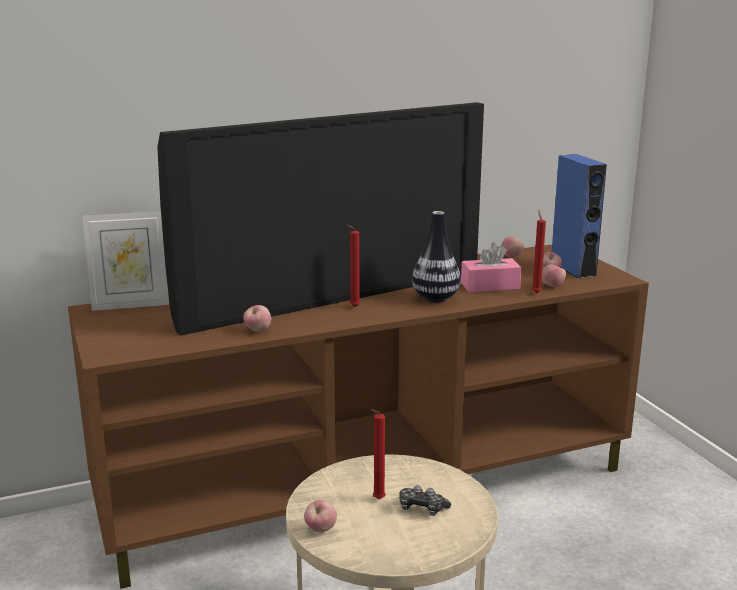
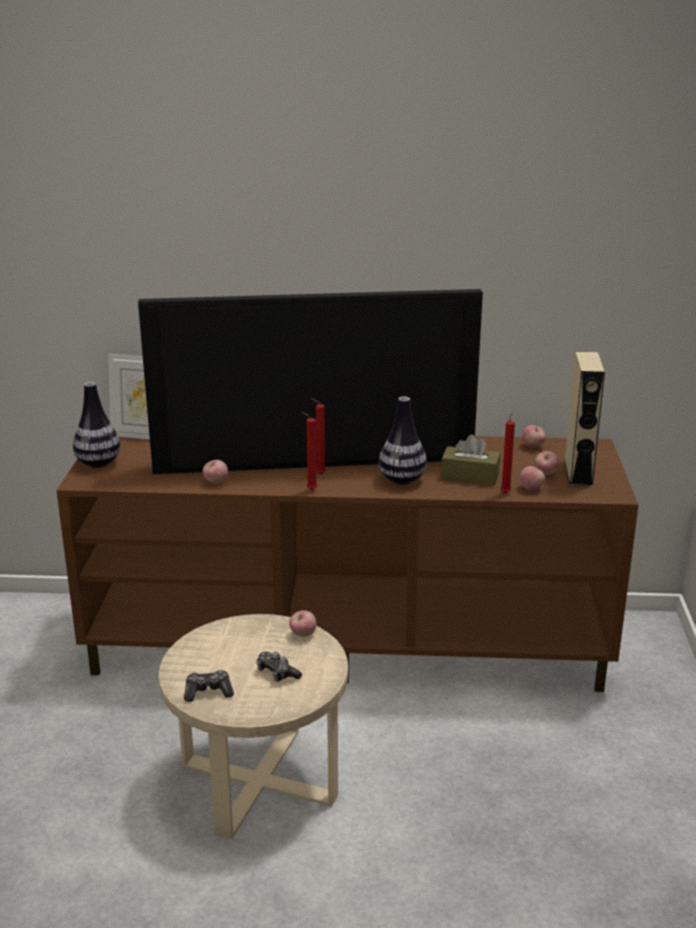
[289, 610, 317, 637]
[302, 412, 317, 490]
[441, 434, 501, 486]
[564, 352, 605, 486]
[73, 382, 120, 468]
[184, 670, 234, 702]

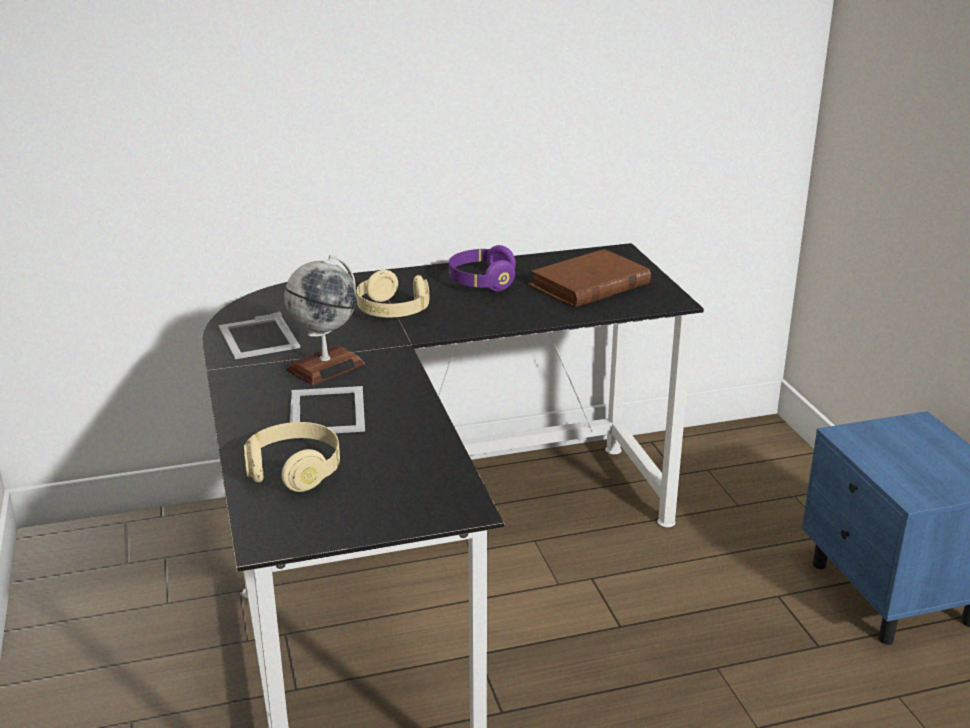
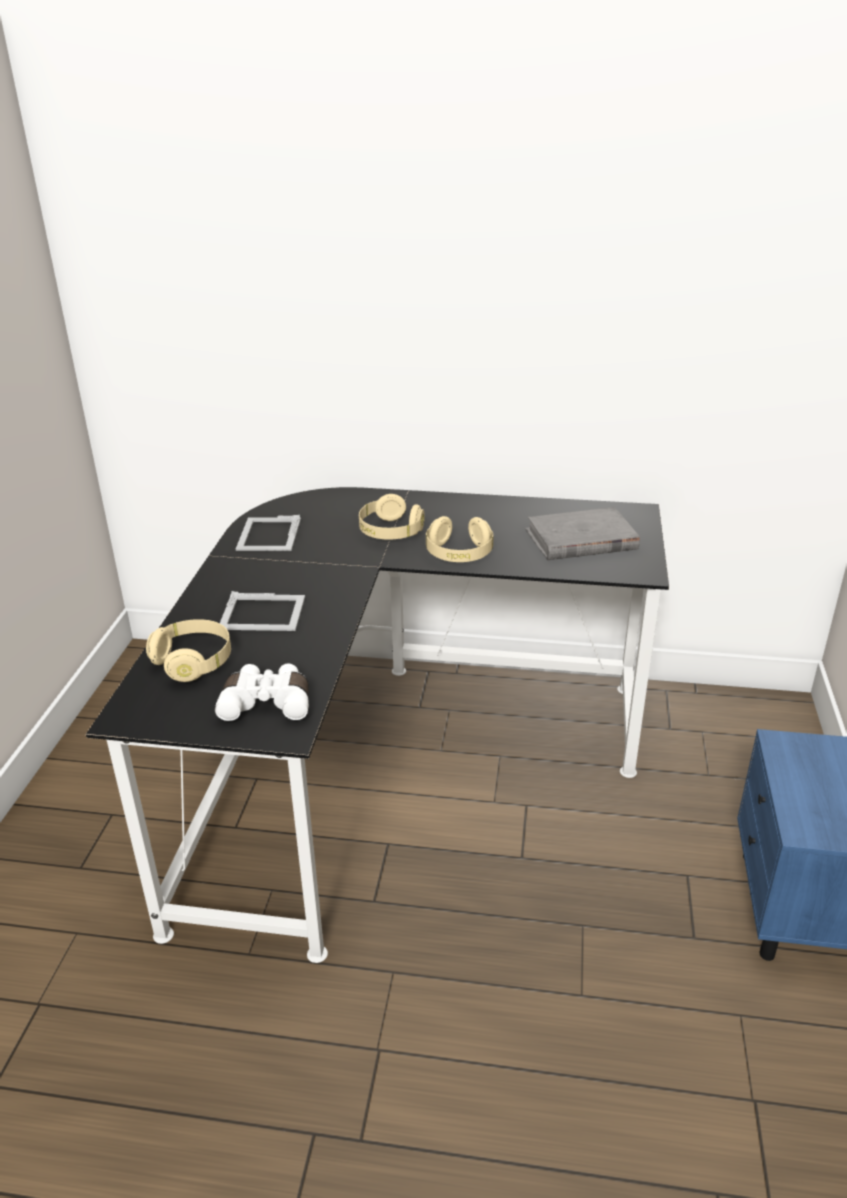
[284, 255, 365, 385] (first image)
[220, 591, 305, 631]
[449, 245, 516, 292] (first image)
[525, 507, 640, 560]
[215, 664, 309, 721]
[426, 516, 494, 562]

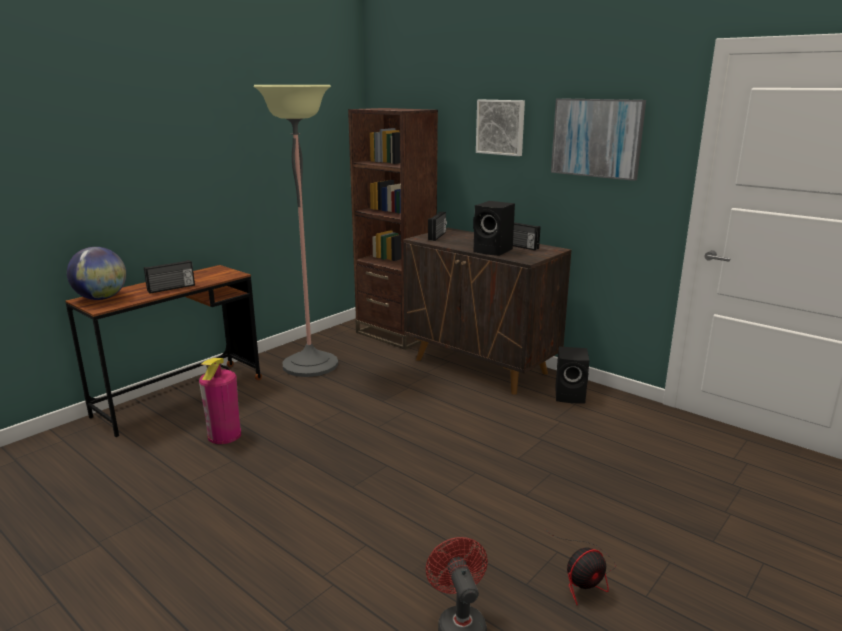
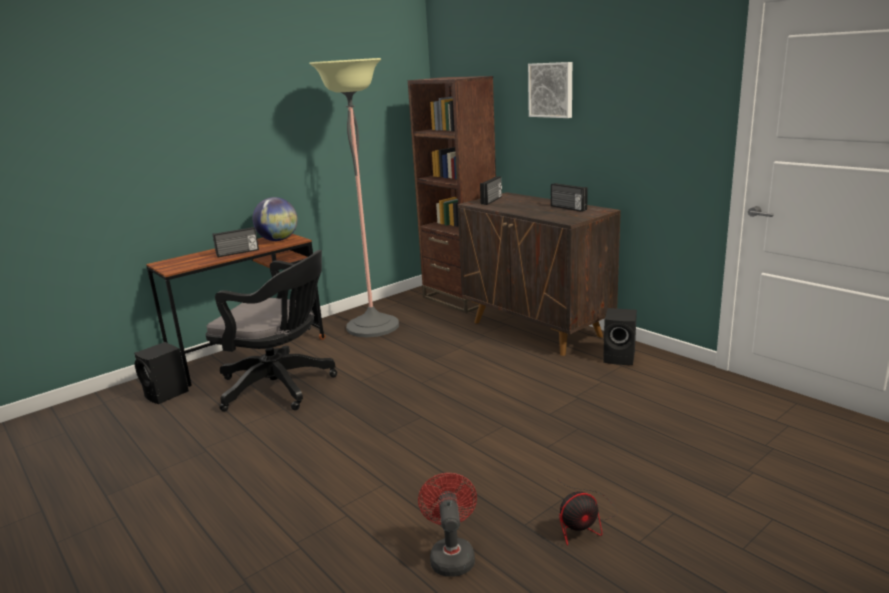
[253, 197, 298, 241]
[205, 250, 337, 412]
[134, 342, 189, 404]
[551, 98, 646, 181] (first image)

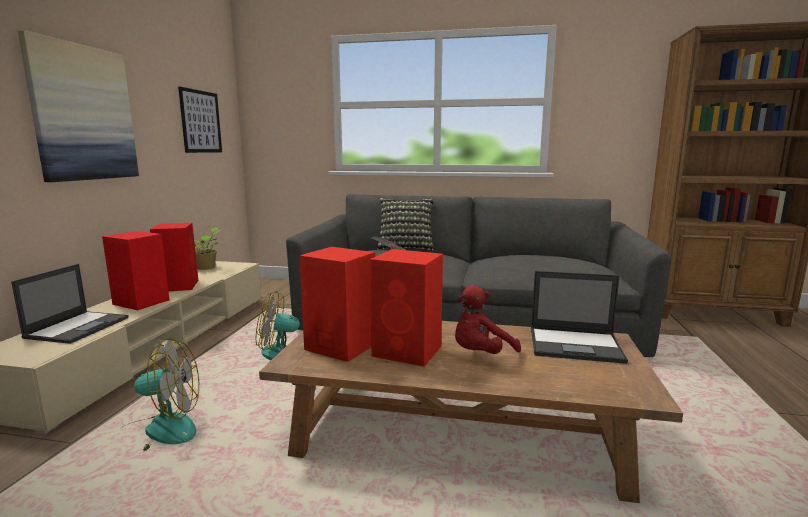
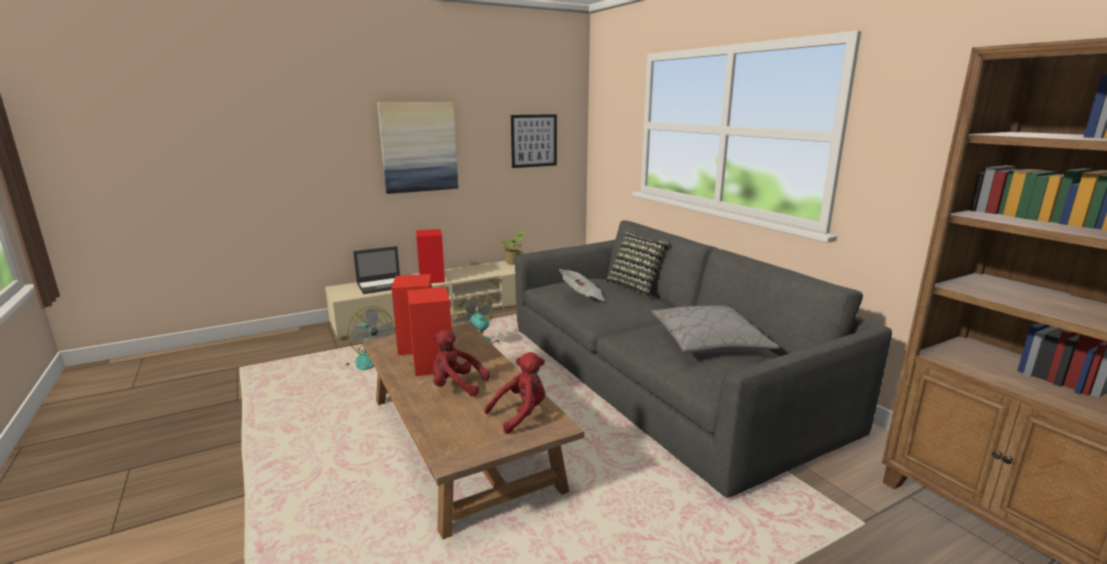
[150, 223, 198, 291] (first image)
[484, 352, 545, 434]
[651, 306, 780, 353]

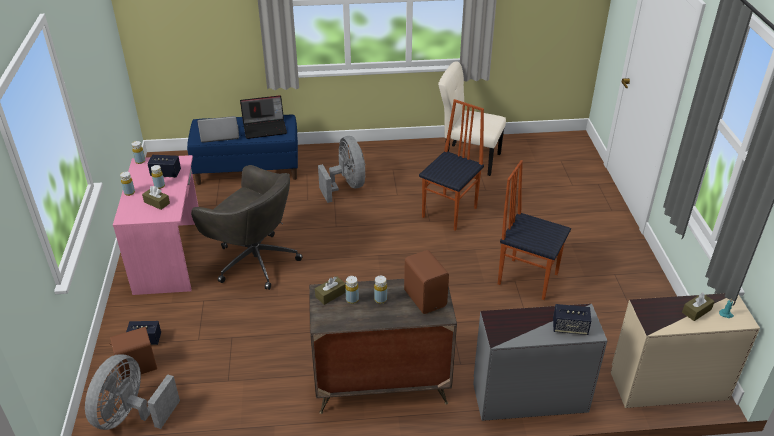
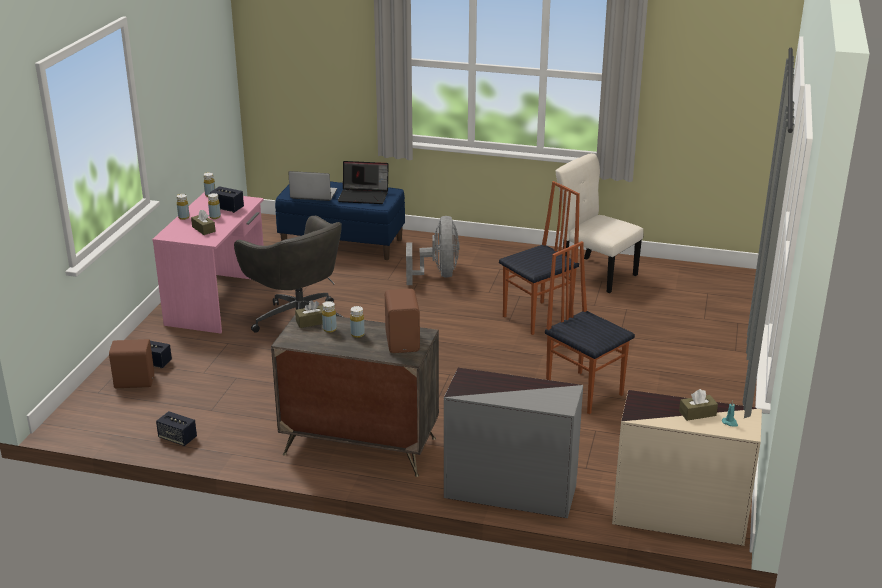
[85, 354, 180, 430] (first image)
[156, 411, 197, 446]

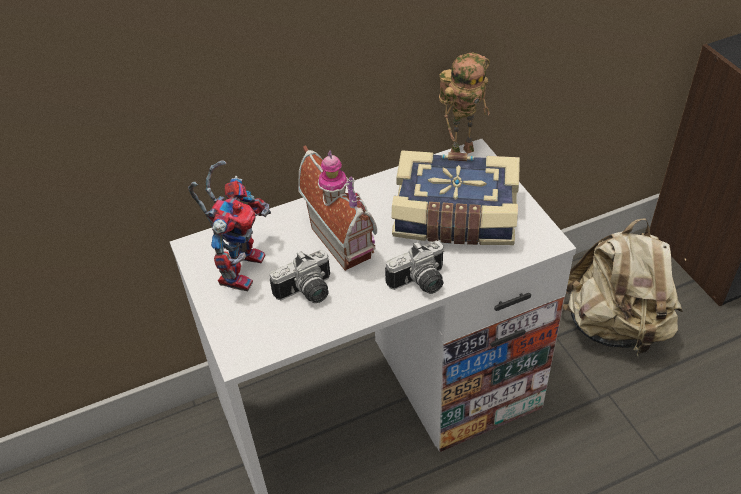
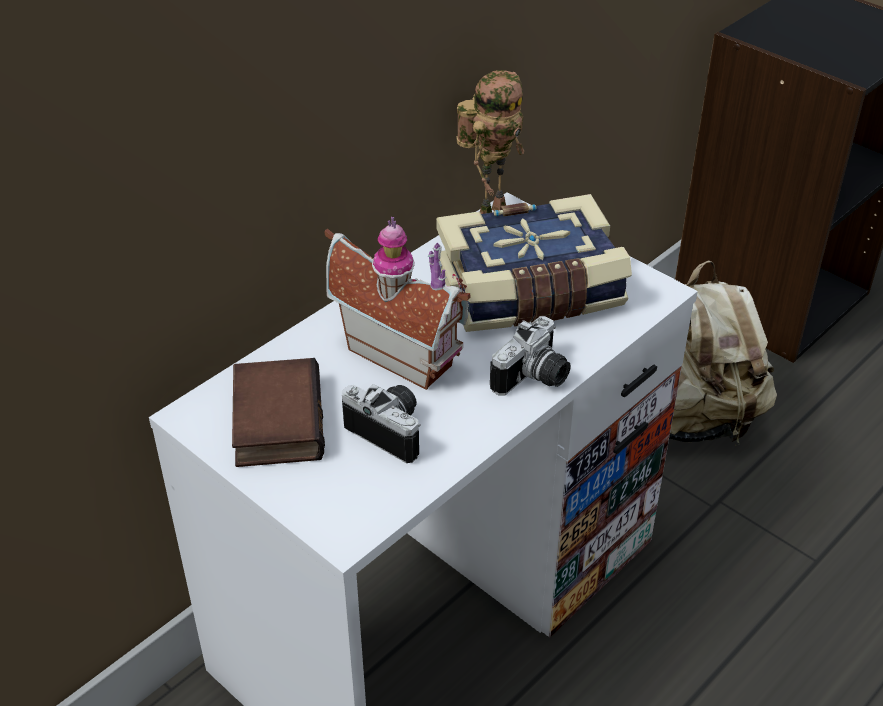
[232, 358, 325, 467]
[342, 384, 421, 463]

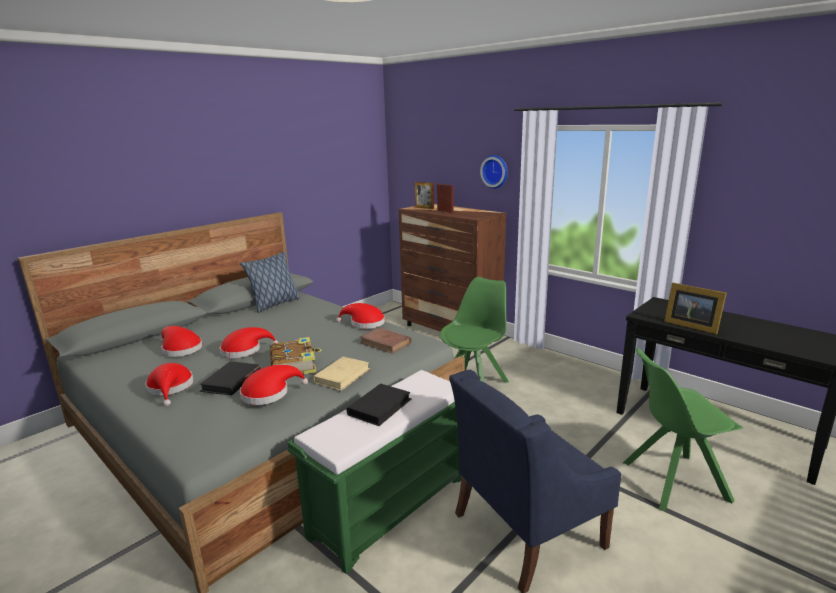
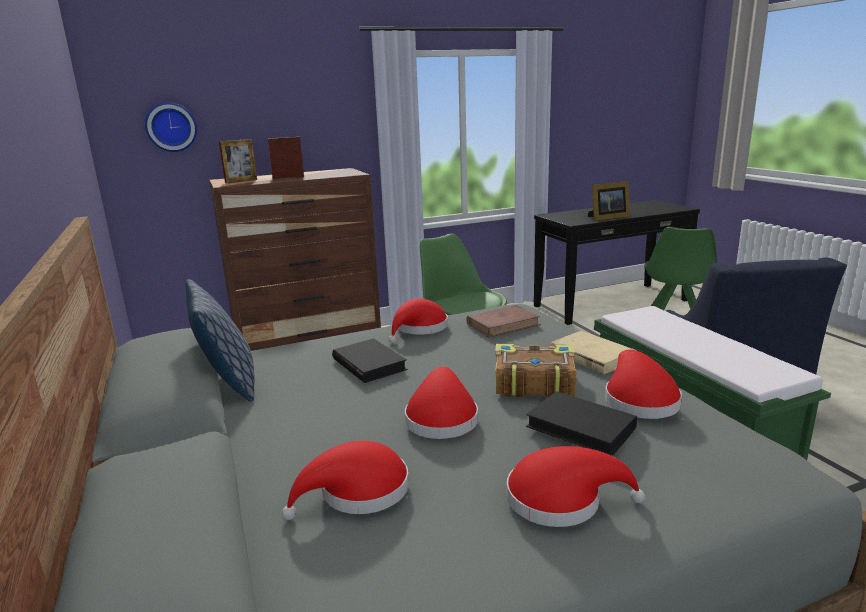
[332, 339, 407, 383]
[145, 102, 197, 152]

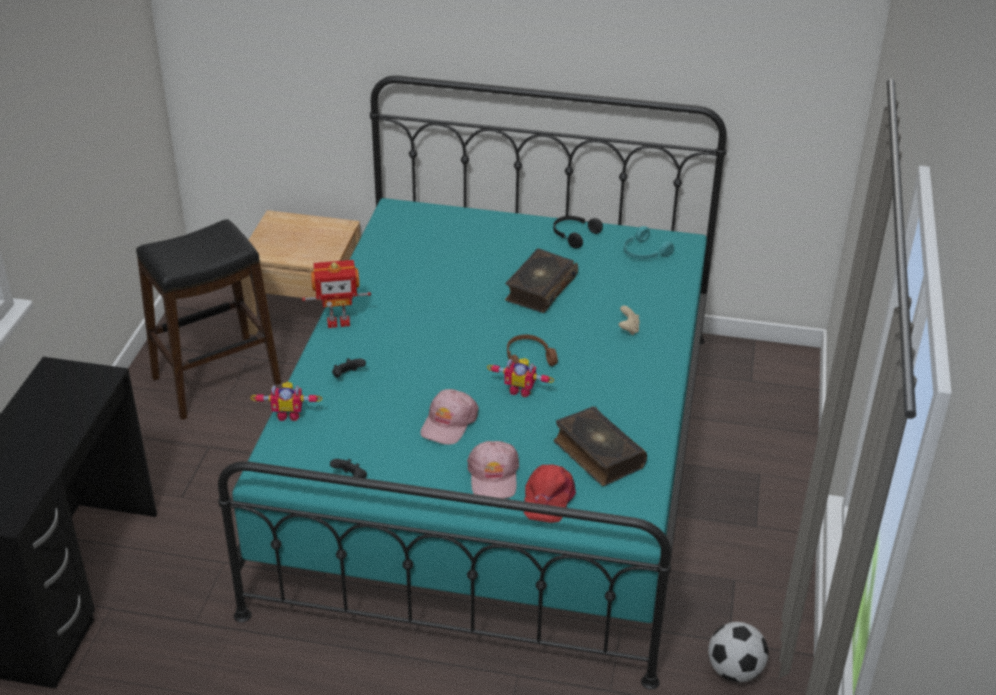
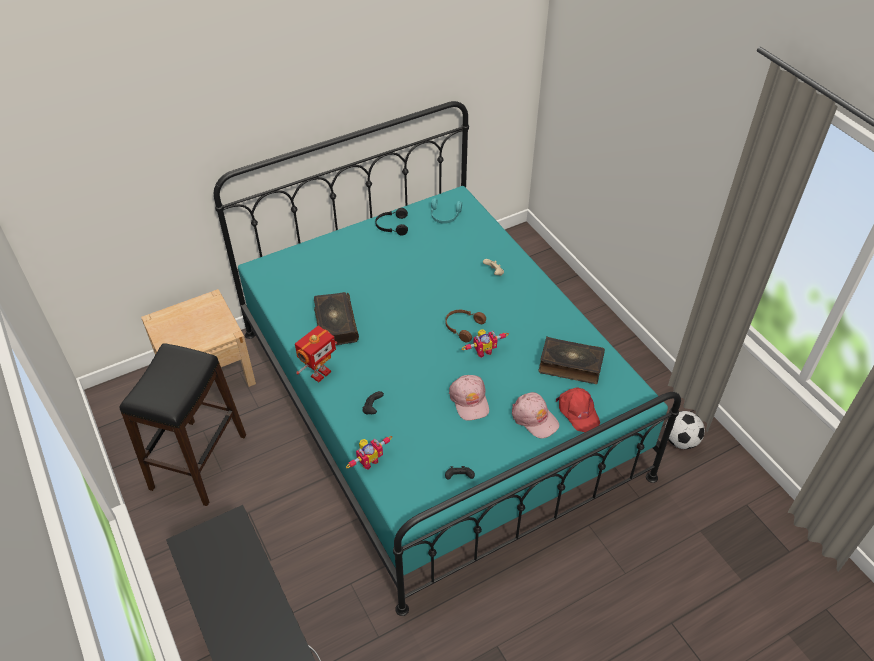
[314, 292, 359, 346]

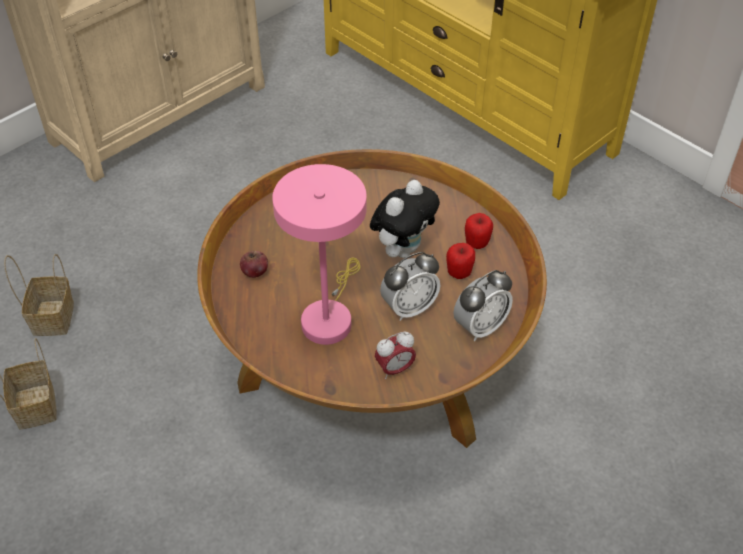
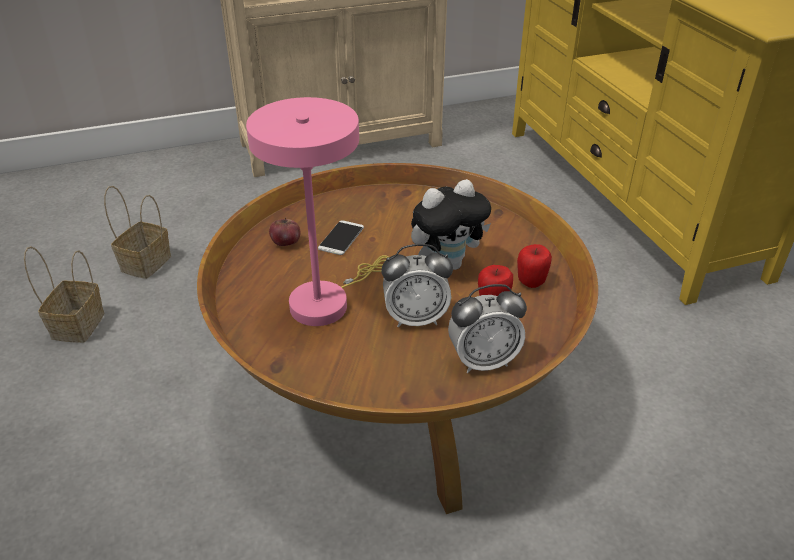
[375, 332, 416, 379] (first image)
[318, 220, 364, 255]

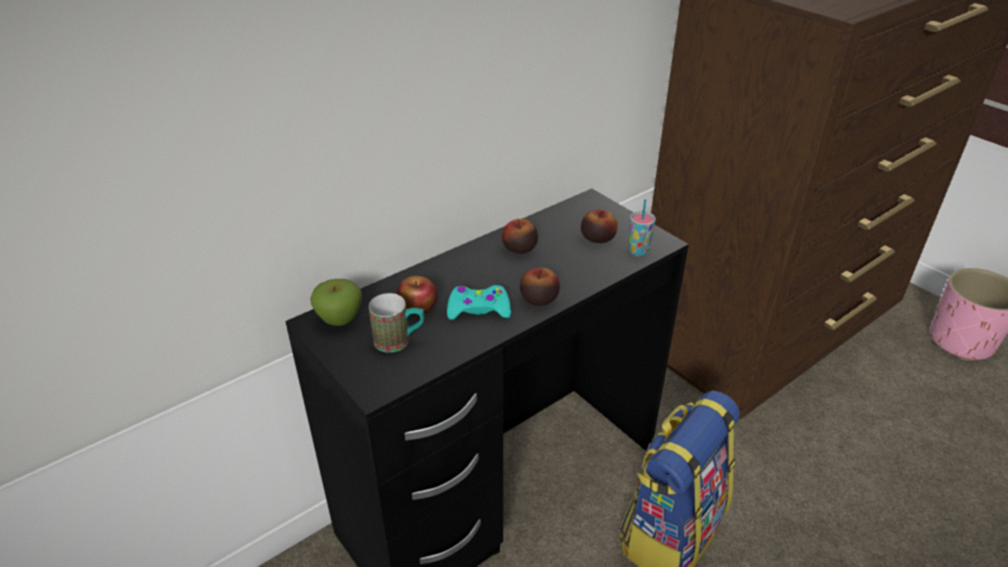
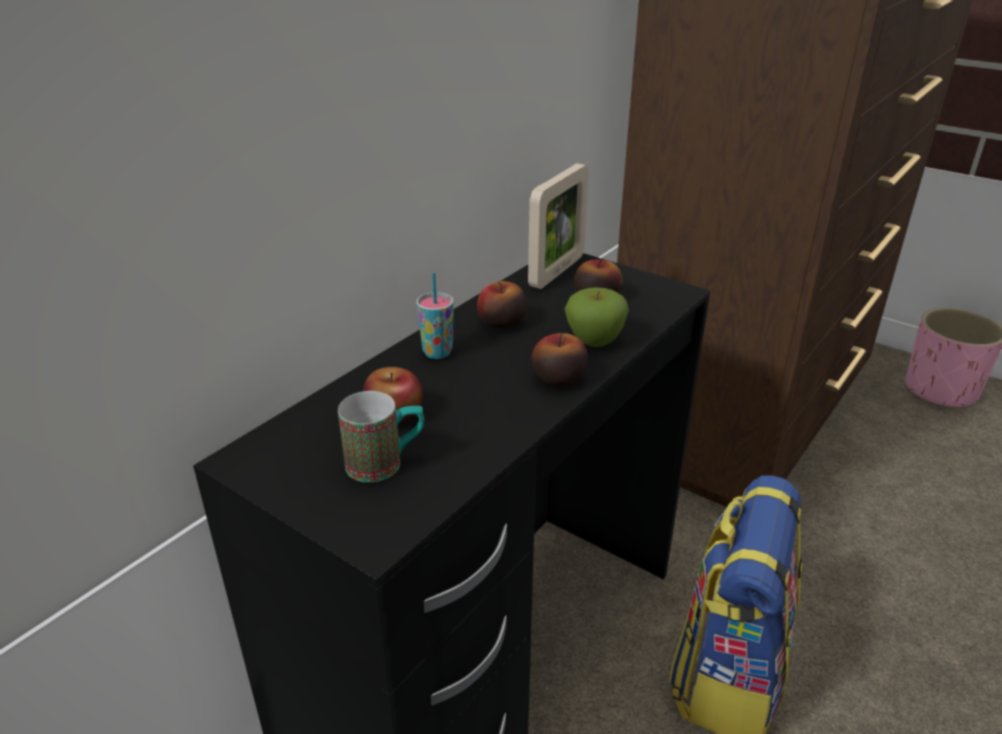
[565, 287, 629, 347]
[447, 285, 511, 320] (first image)
[416, 273, 454, 359]
[528, 163, 589, 289]

